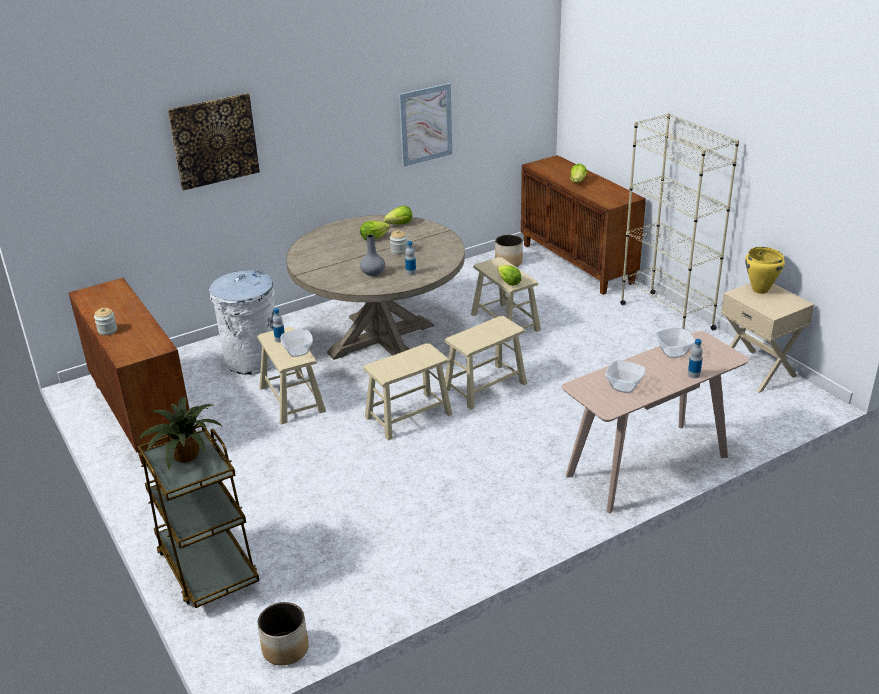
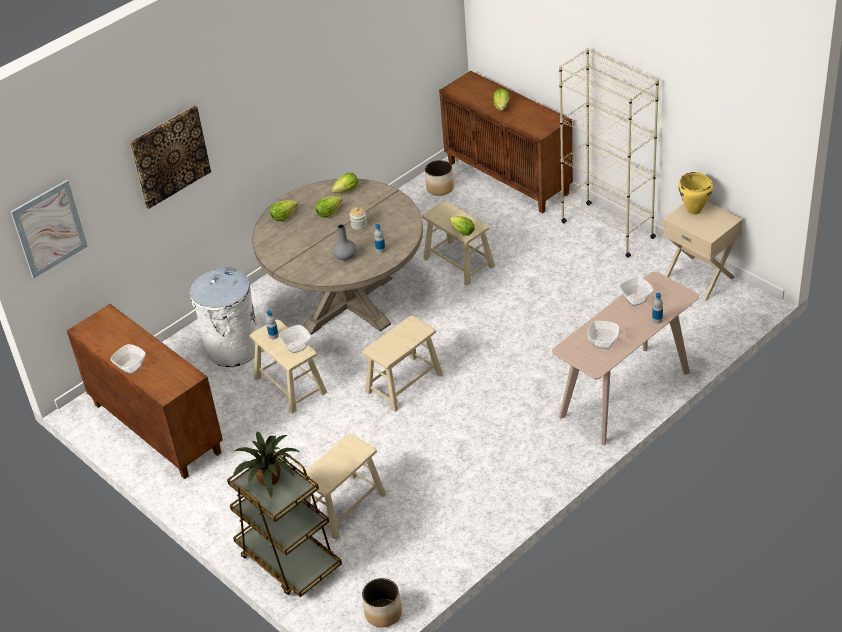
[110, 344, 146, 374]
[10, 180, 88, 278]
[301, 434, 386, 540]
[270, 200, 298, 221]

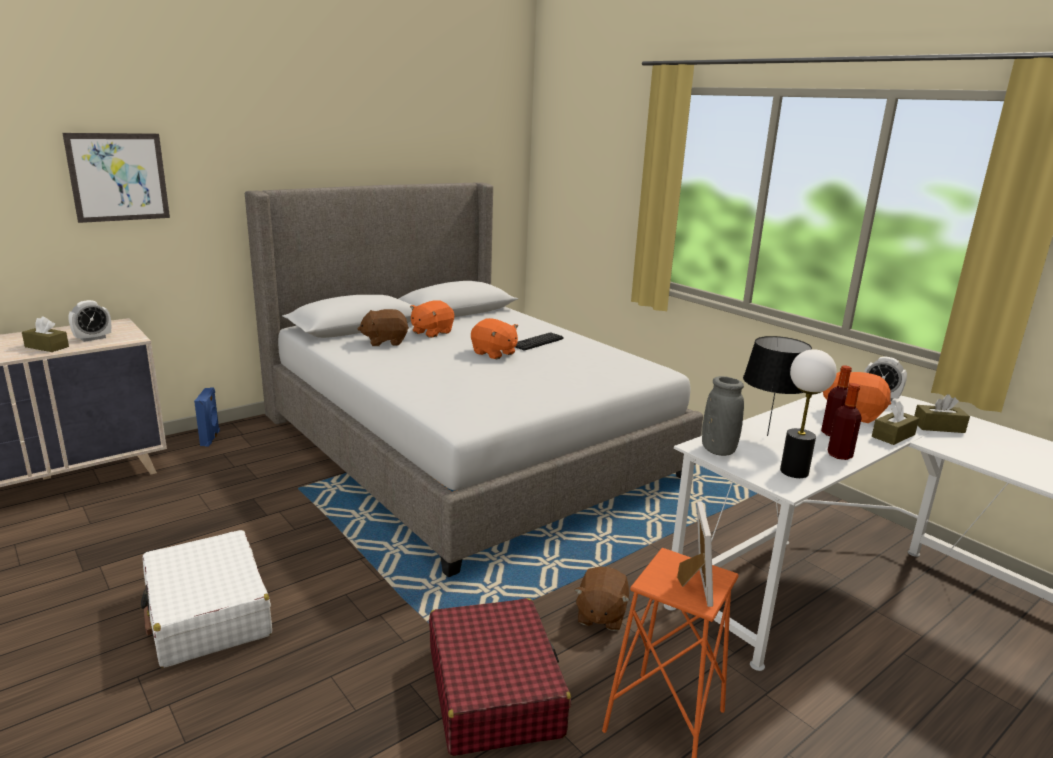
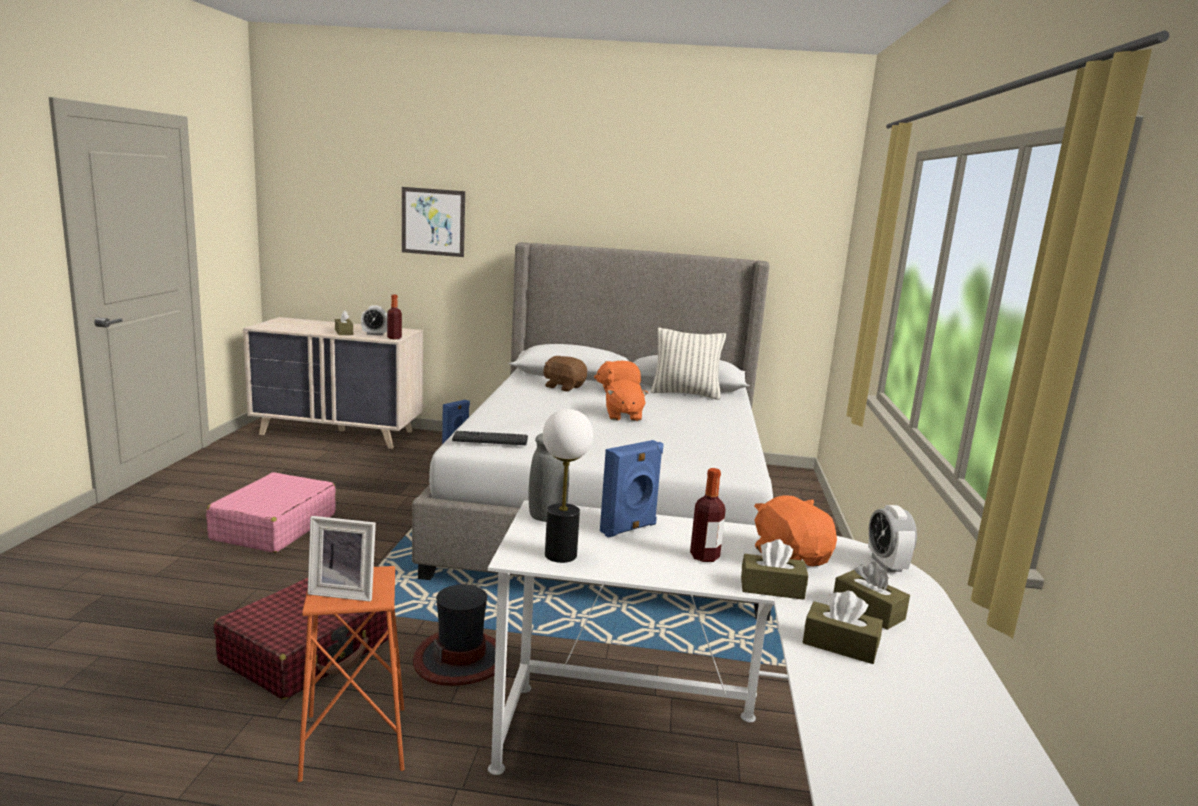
[206, 472, 336, 553]
[452, 431, 528, 445]
[413, 585, 507, 686]
[308, 516, 376, 602]
[600, 440, 664, 538]
[387, 294, 402, 339]
[651, 328, 726, 400]
[803, 591, 883, 664]

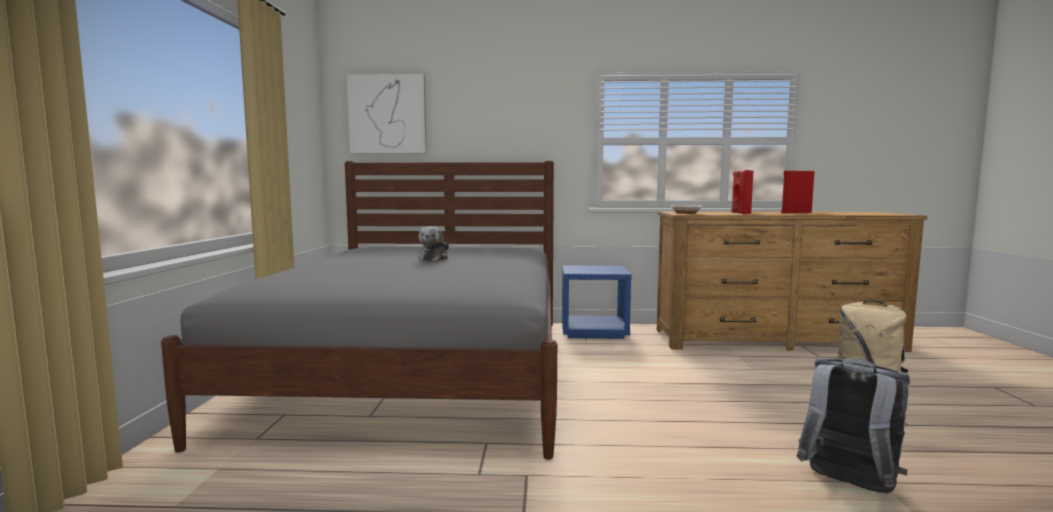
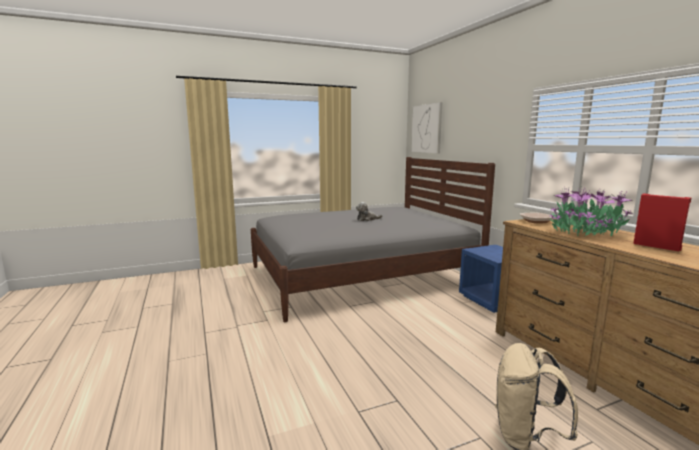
[550, 187, 634, 236]
[797, 359, 910, 493] (first image)

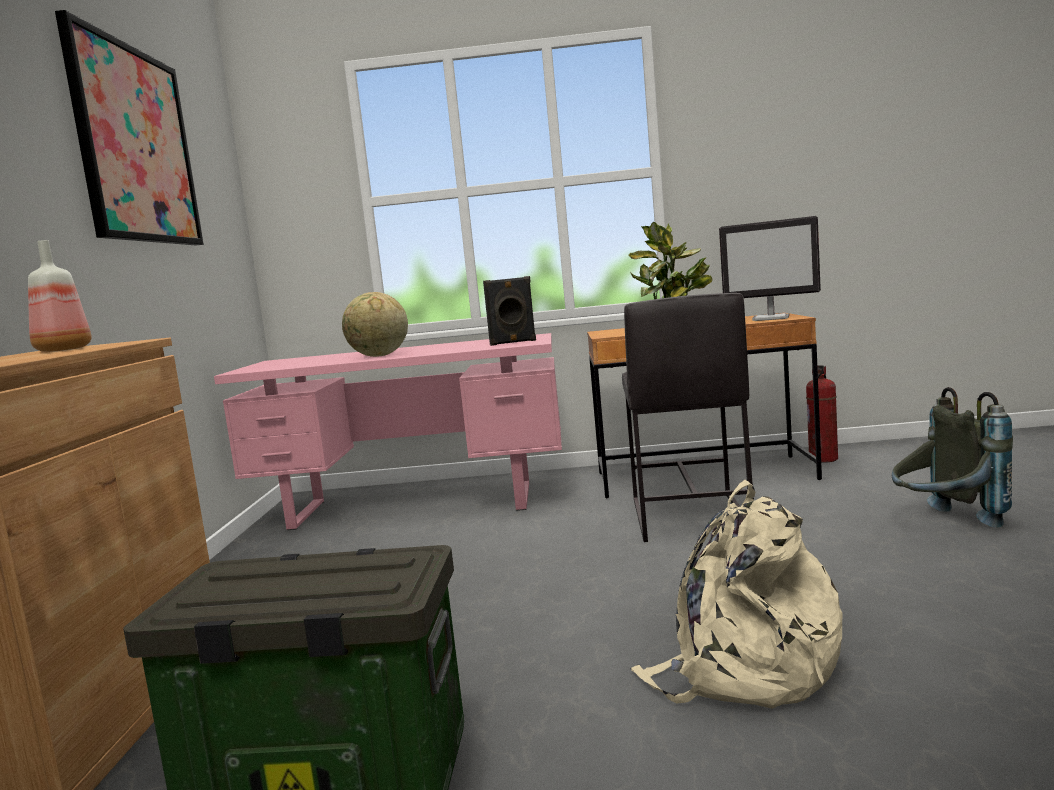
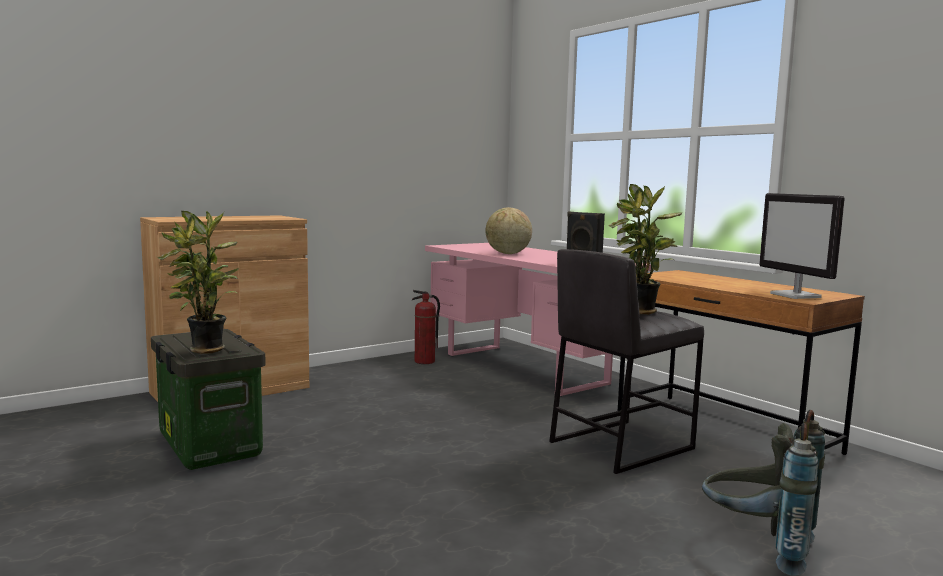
[28, 240, 92, 352] (first image)
[55, 10, 204, 245] (first image)
[630, 480, 843, 709] (first image)
[412, 290, 440, 364]
[157, 211, 239, 354]

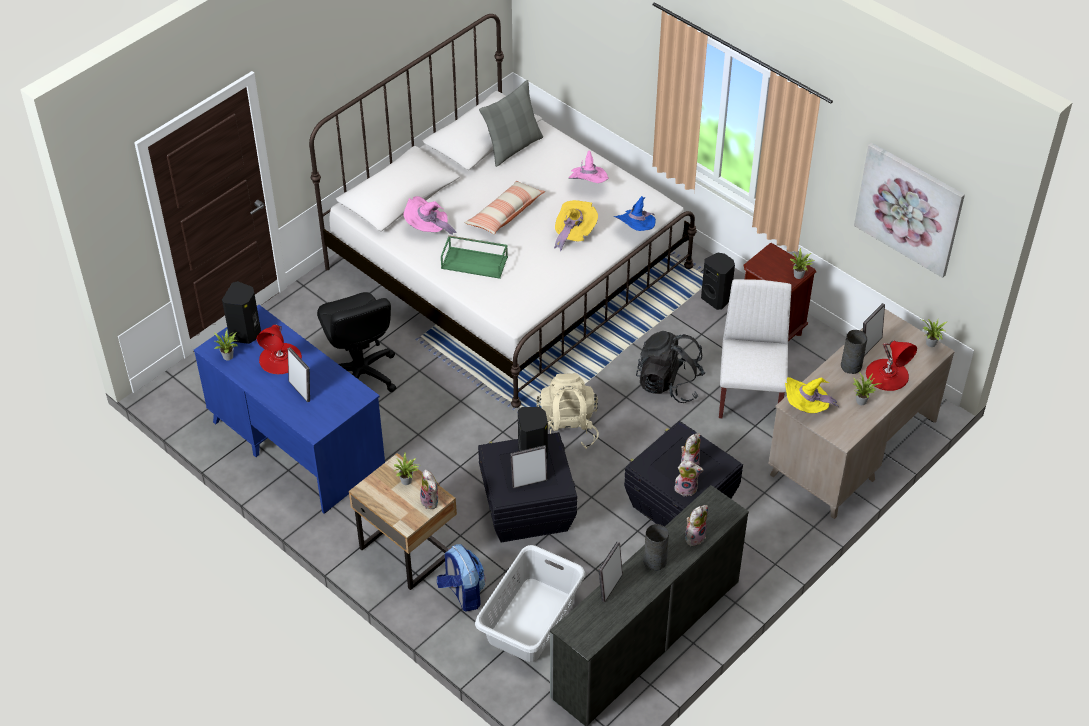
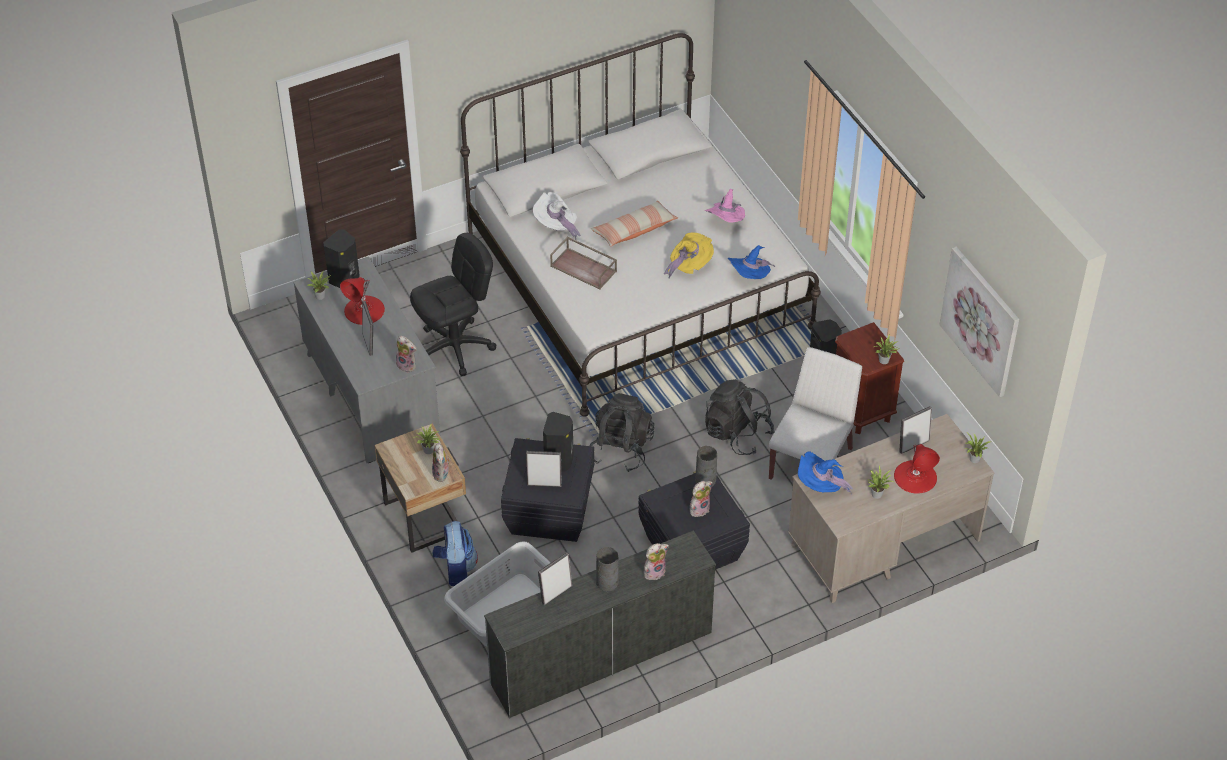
[293, 257, 440, 463]
[410, 233, 496, 376]
[533, 192, 581, 240]
[550, 237, 617, 289]
[479, 80, 543, 167] (first image)
[589, 393, 654, 472]
[396, 336, 417, 373]
[798, 452, 853, 495]
[695, 446, 717, 487]

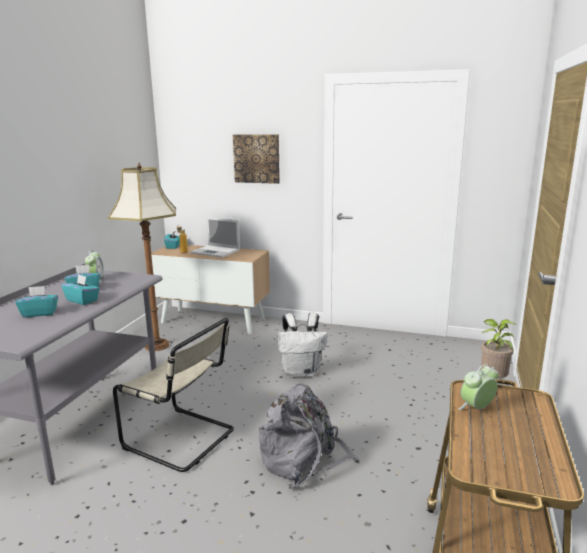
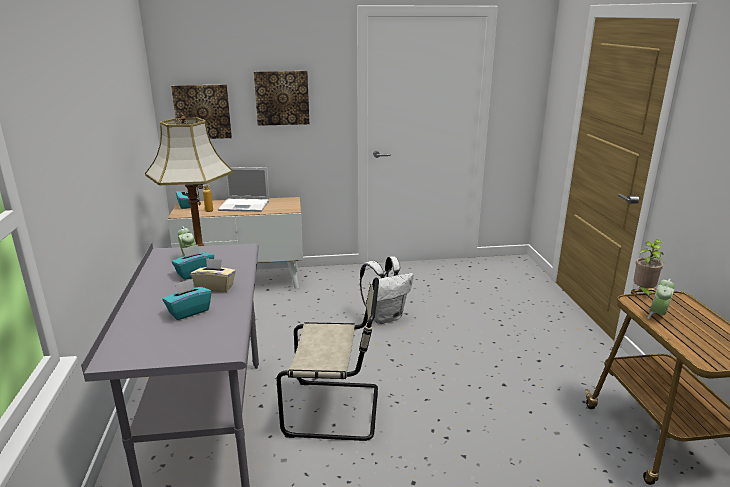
[191, 258, 236, 292]
[259, 383, 358, 489] (first image)
[171, 84, 232, 139]

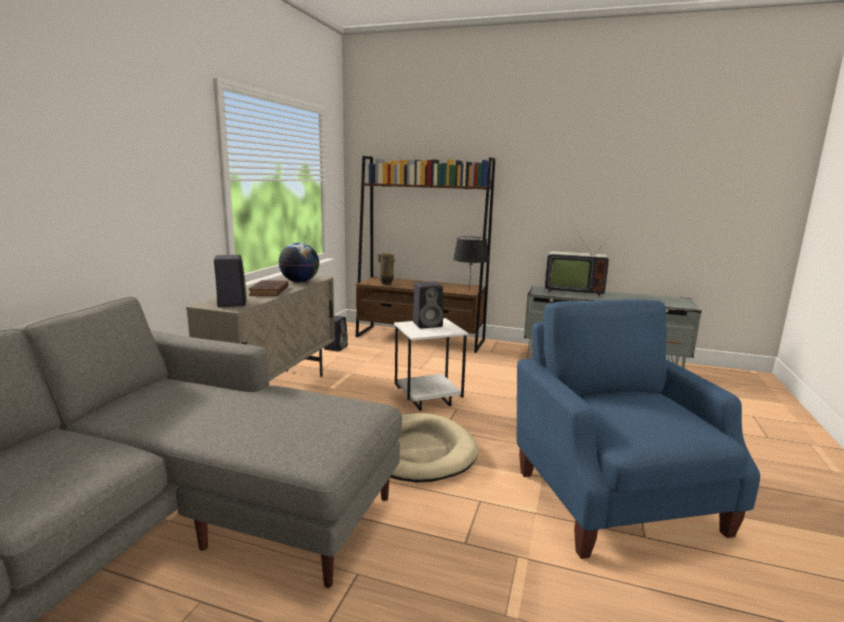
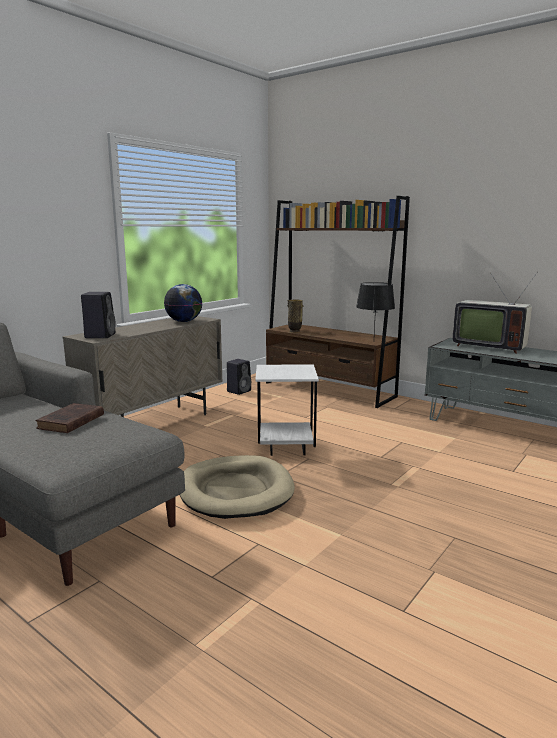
[35, 403, 104, 433]
[413, 281, 443, 328] (first image)
[517, 299, 760, 559] (first image)

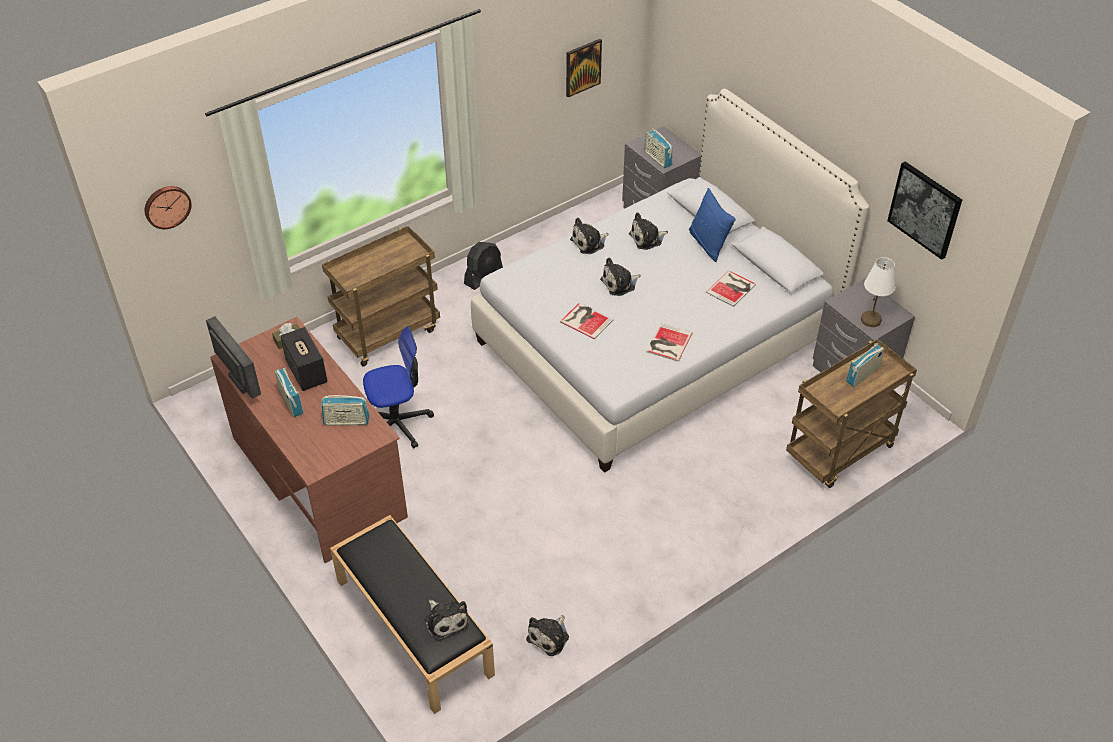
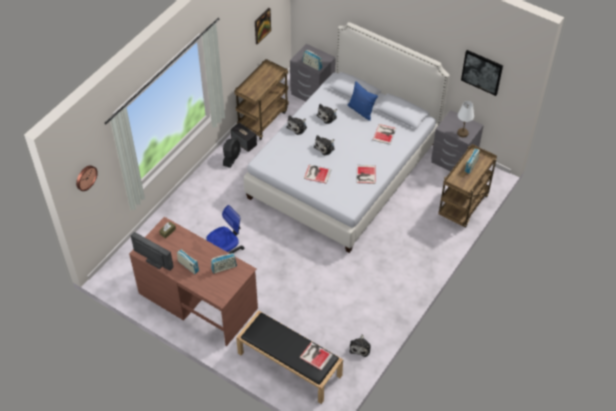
[231, 122, 257, 152]
[234, 59, 289, 140]
[299, 342, 333, 371]

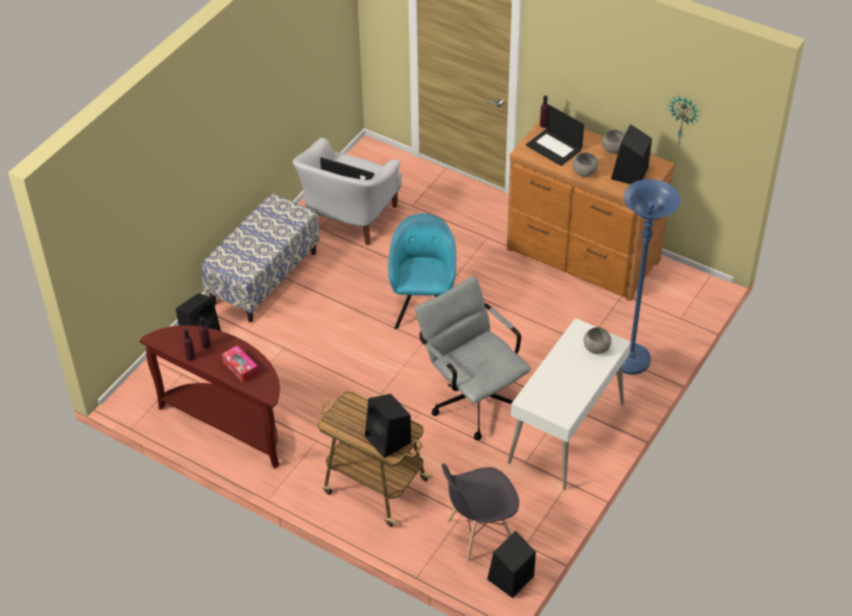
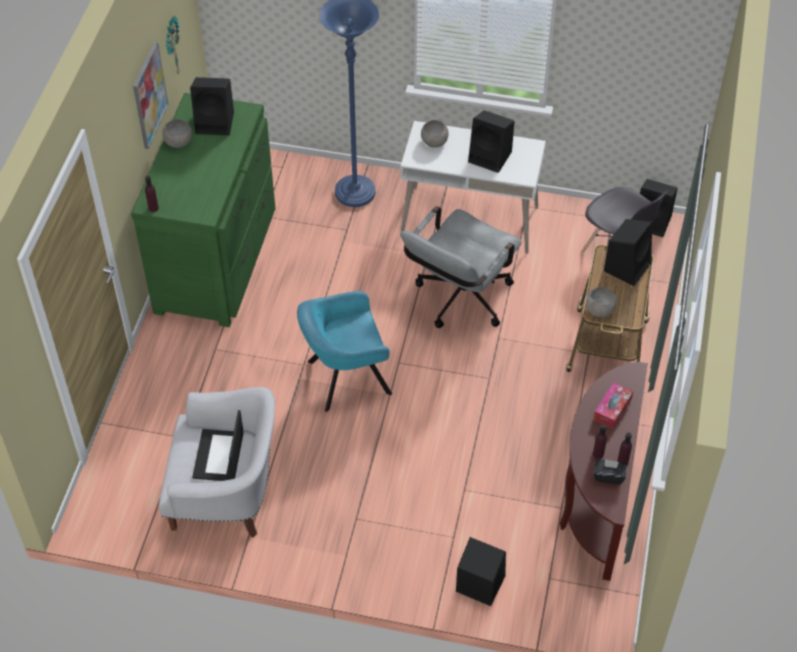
[201, 193, 320, 323] (first image)
[131, 93, 276, 327]
[526, 105, 584, 166] (first image)
[586, 287, 617, 317]
[133, 41, 168, 149]
[468, 110, 515, 173]
[593, 459, 626, 485]

